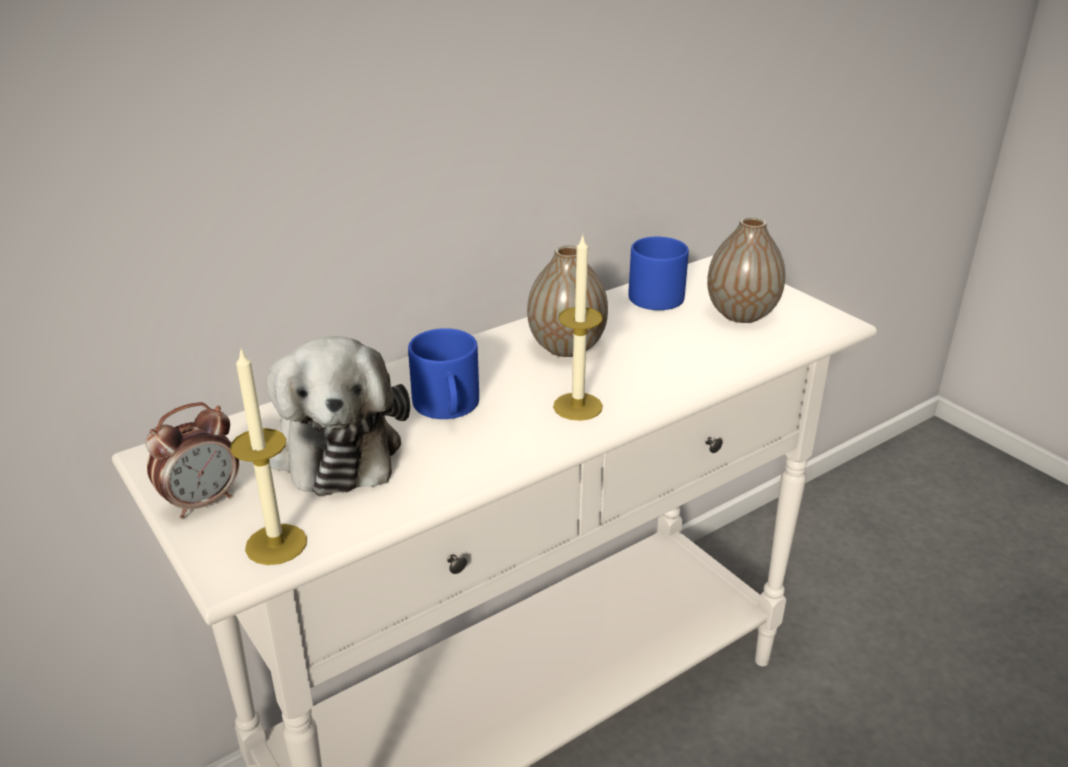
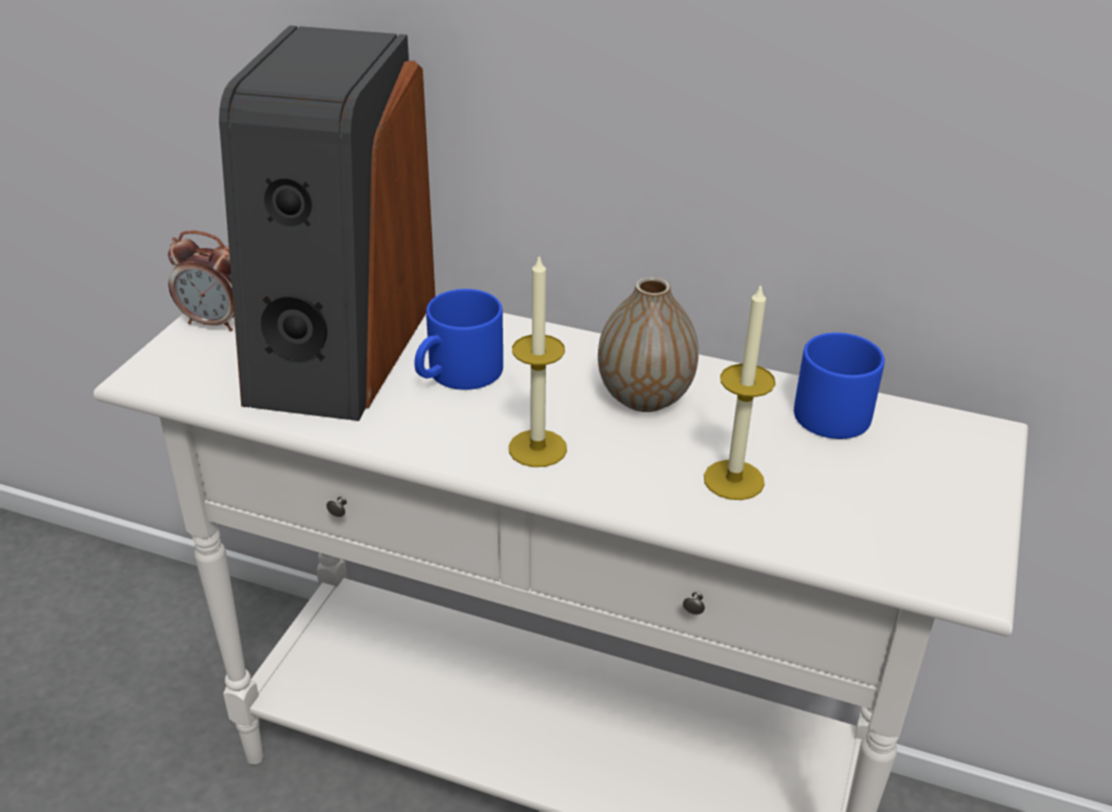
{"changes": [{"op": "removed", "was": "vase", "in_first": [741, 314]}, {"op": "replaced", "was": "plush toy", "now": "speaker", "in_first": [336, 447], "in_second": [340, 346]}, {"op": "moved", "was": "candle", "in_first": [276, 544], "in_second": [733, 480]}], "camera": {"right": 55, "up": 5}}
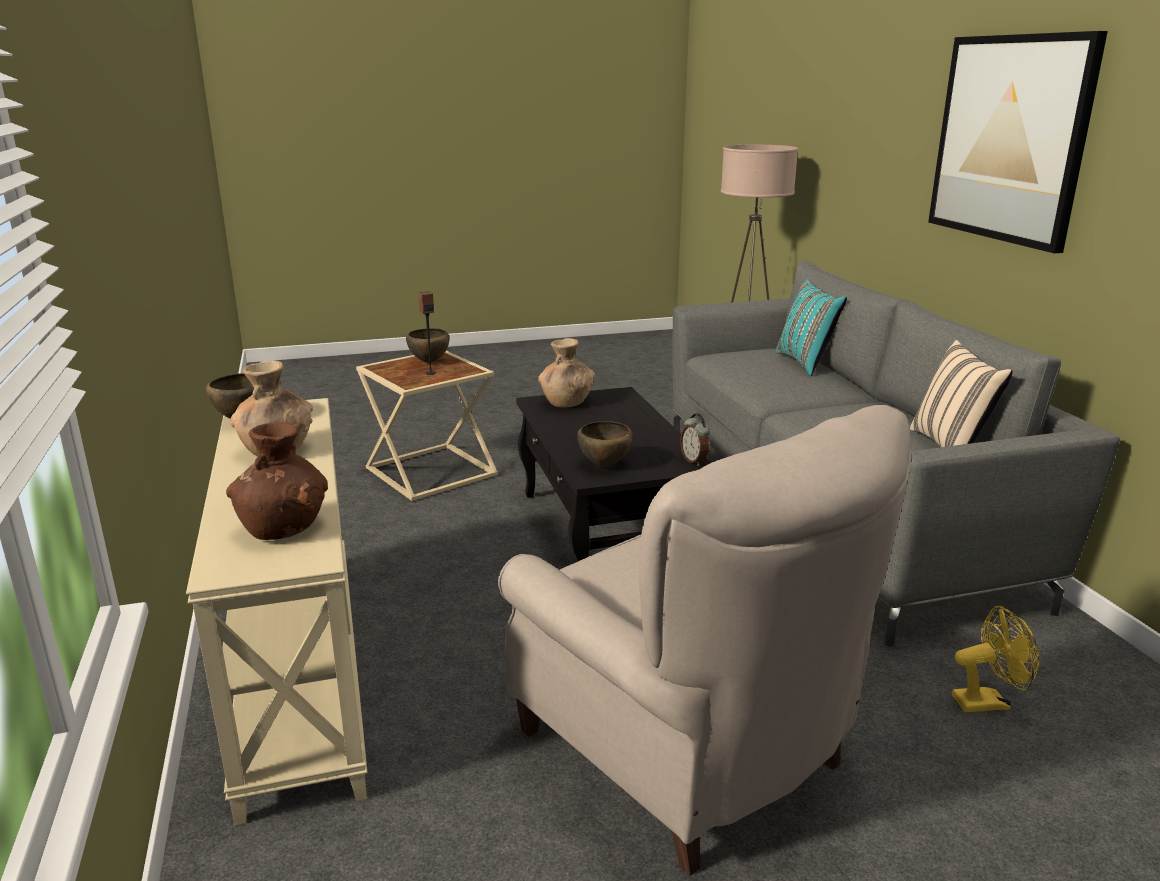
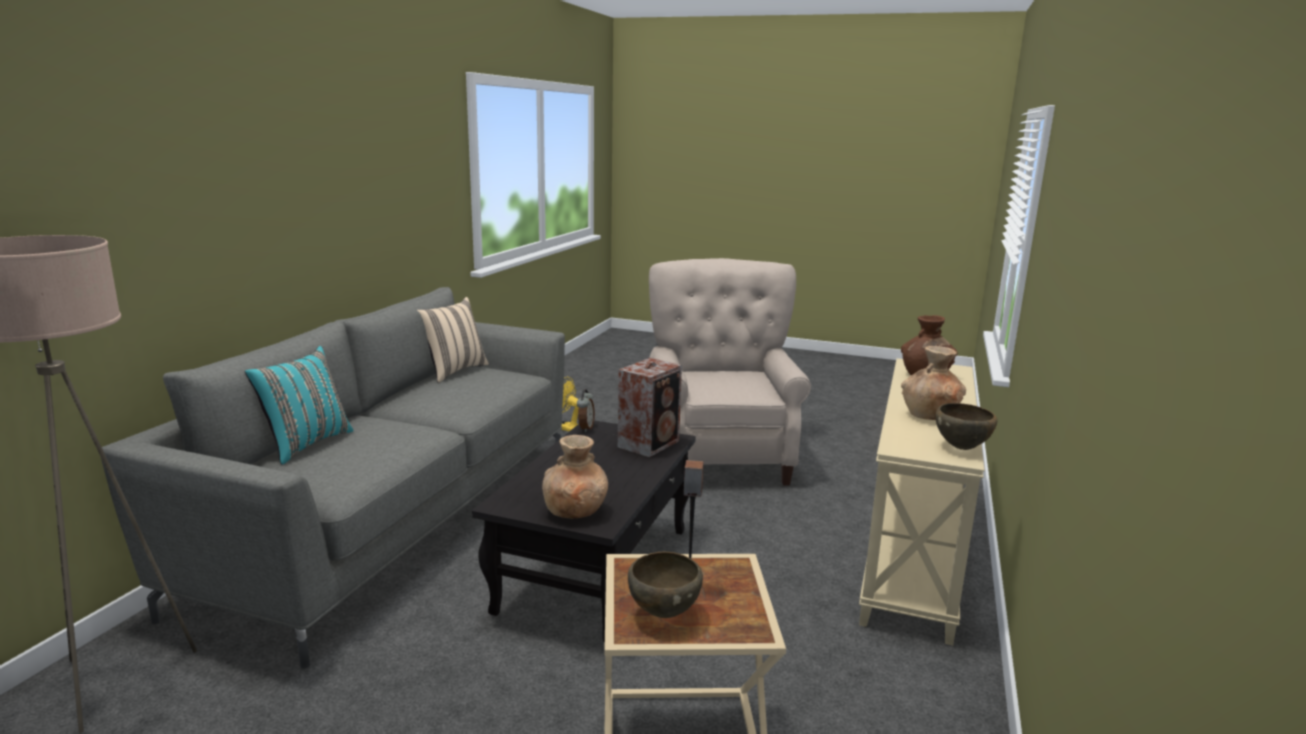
{"changes": [{"op": "removed", "was": "picture", "in_first": [1010, 139]}, {"op": "replaced", "was": "brown bowl", "now": "speaker", "in_first": [605, 465], "in_second": [650, 443]}], "camera": {"right": -145, "up": -5}}
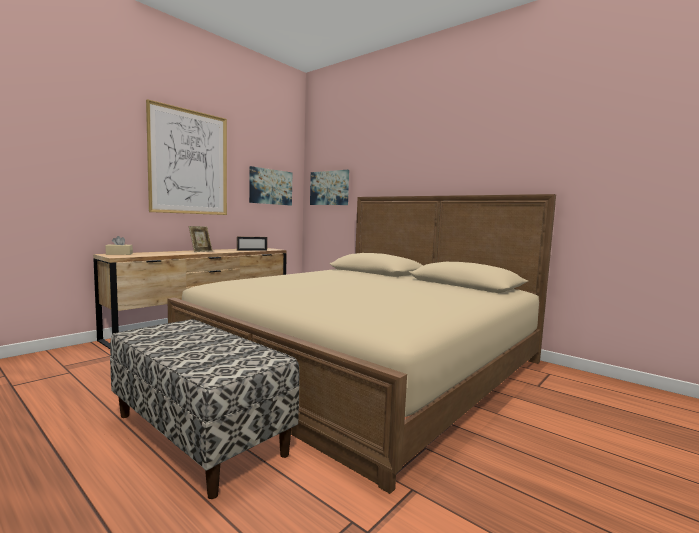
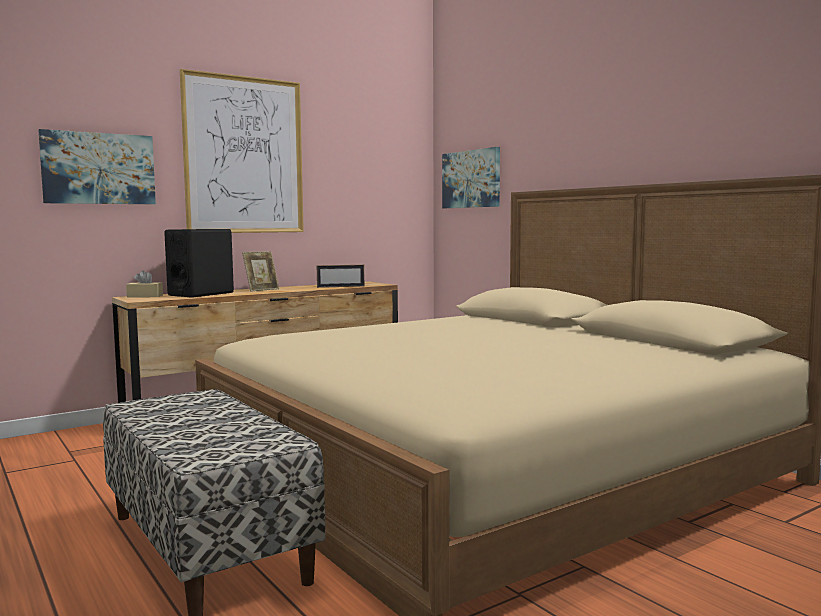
{"changes": [{"op": "moved", "was": "picture", "in_first": [270, 187], "in_second": [99, 168]}, {"op": "added", "now": "black speaker", "in_second": [201, 294]}], "camera": {"right": 15, "up": 0}}
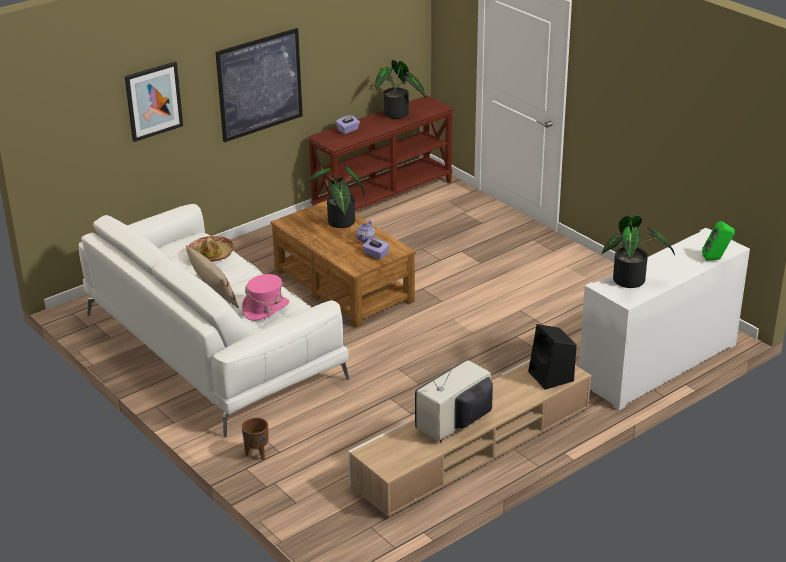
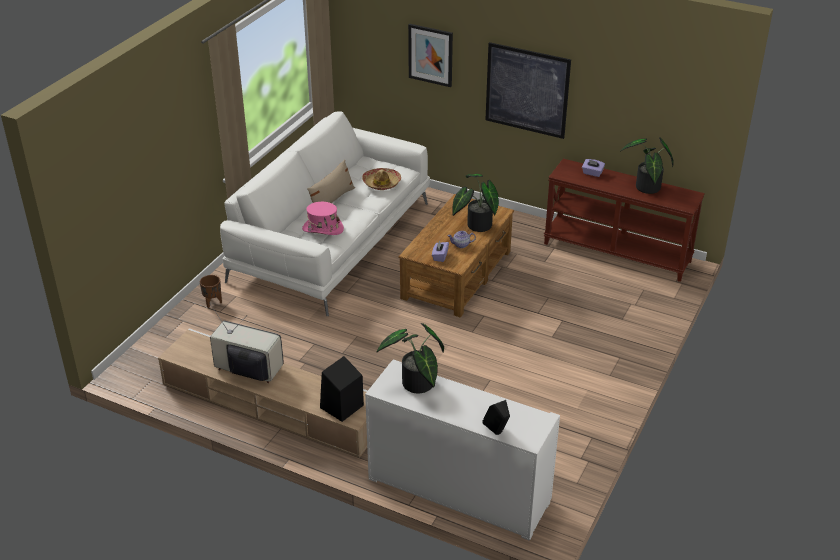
{"changes": [{"op": "recoloured", "was": "green speaker", "now": "black speaker", "in_first": [716, 259], "in_second": [497, 433]}], "camera": {"right": 65, "up": 5}}
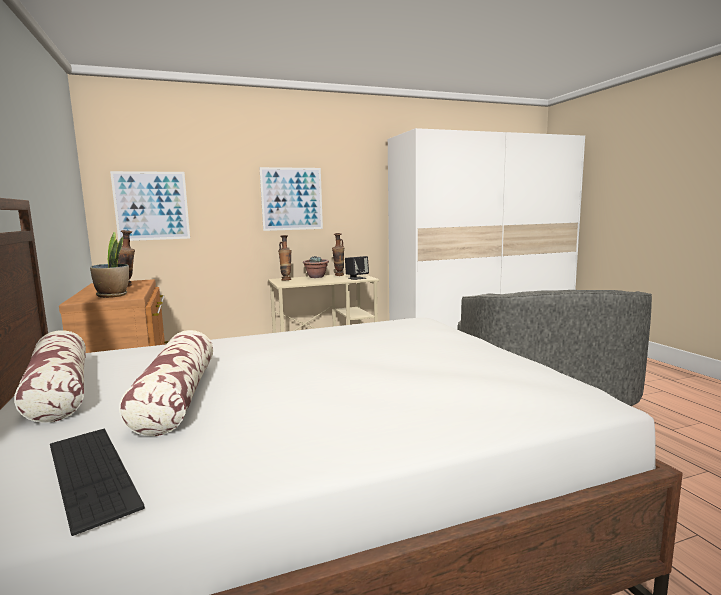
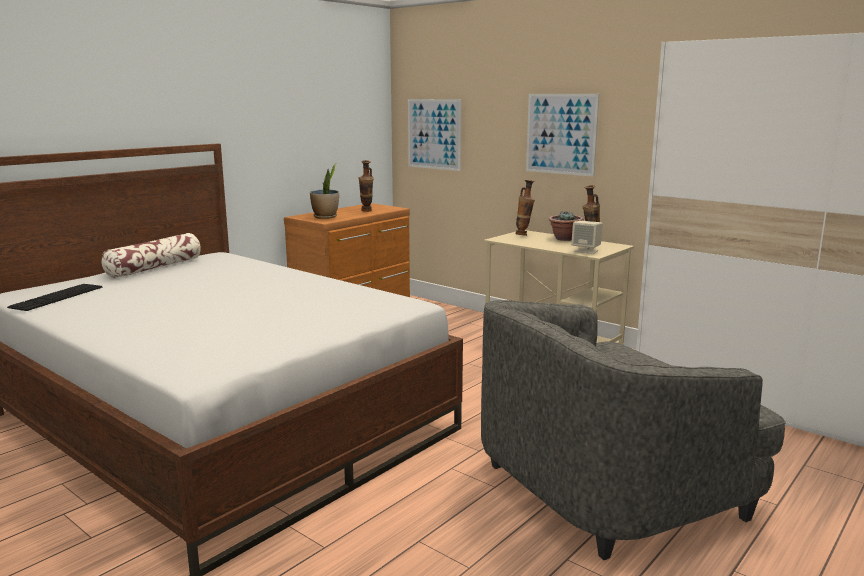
{"changes": [{"op": "recoloured", "was": "black speaker", "now": "beige speaker", "in_first": [357, 278], "in_second": [586, 251]}, {"op": "removed", "was": "pillow", "in_first": [177, 397]}], "camera": {"right": 60, "up": 5}}
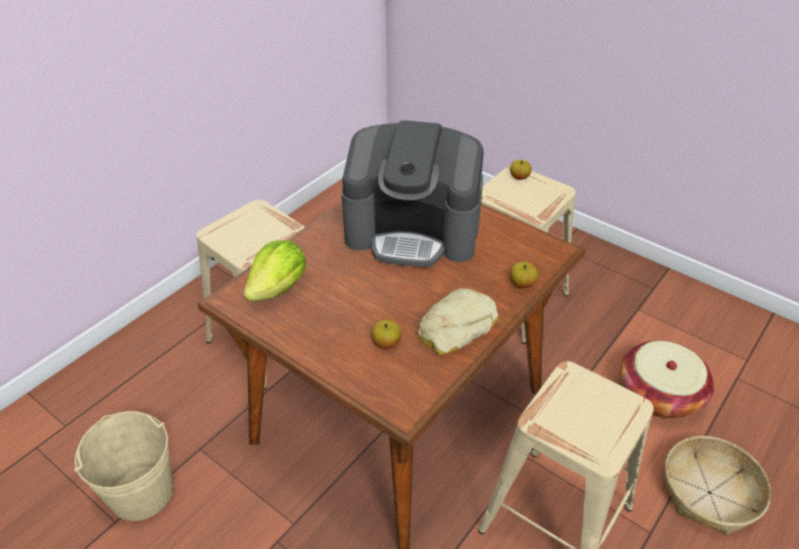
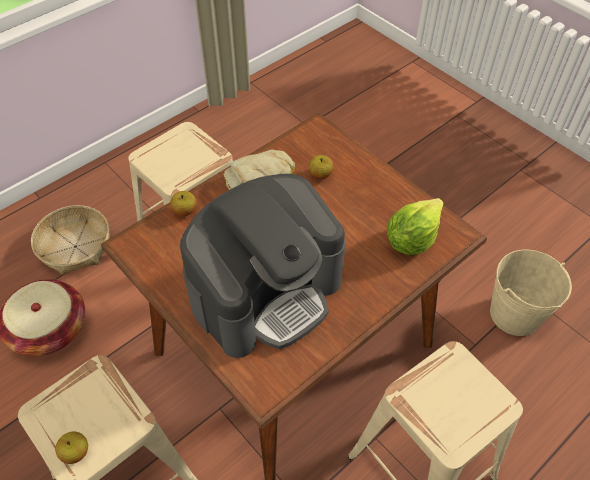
{"changes": [{"op": "turned", "was": "coffee machine", "in_first": [413, 230], "in_second": [266, 292], "clockwise": 120}], "camera": {"right": -170, "up": 10}}
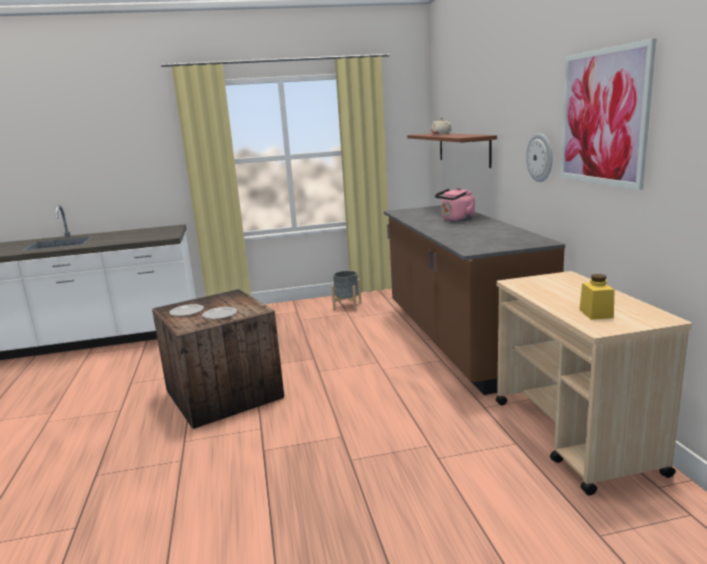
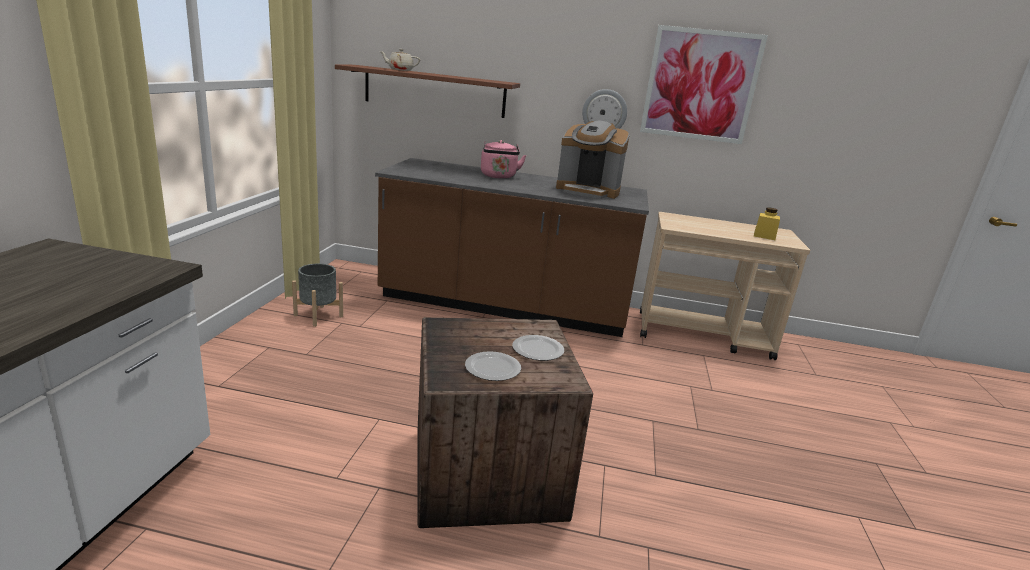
{"changes": [{"op": "added", "now": "coffee machine", "in_second": [588, 191]}], "camera": {"right": -70, "up": 5}}
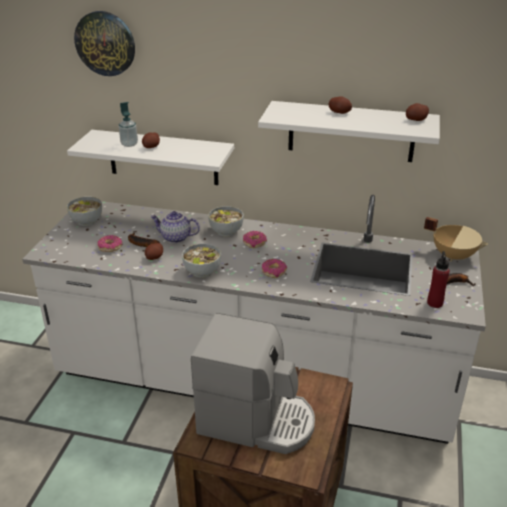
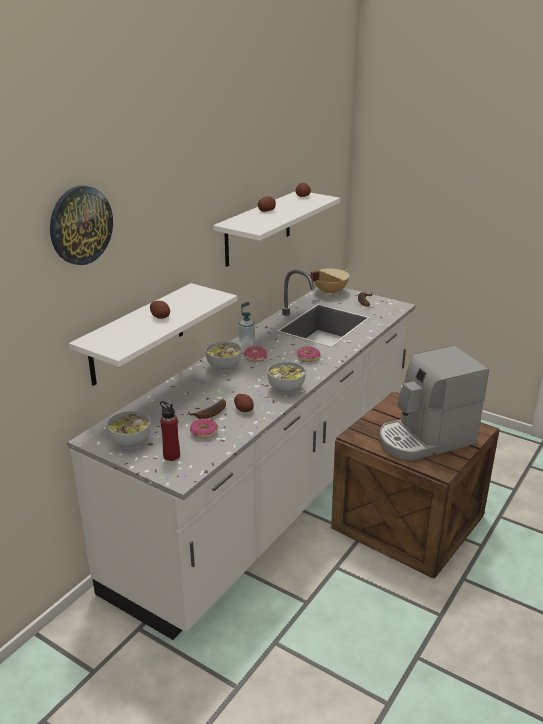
{"changes": [{"op": "moved", "was": "soap dispenser", "in_first": [129, 144], "in_second": [246, 341]}, {"op": "removed", "was": "teapot", "in_first": [175, 238]}, {"op": "moved", "was": "red bottle", "in_first": [435, 303], "in_second": [171, 456]}, {"op": "turned", "was": "coffee machine", "in_first": [256, 421], "in_second": [425, 439], "clockwise": -150}], "camera": {"right": -70, "up": -5}}
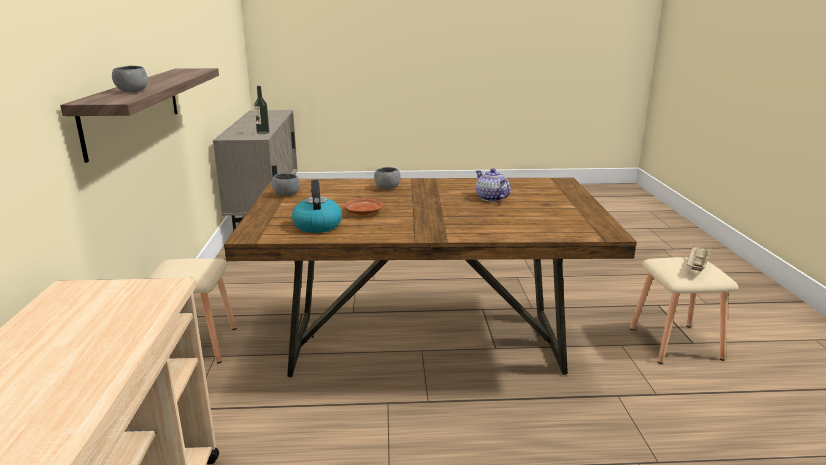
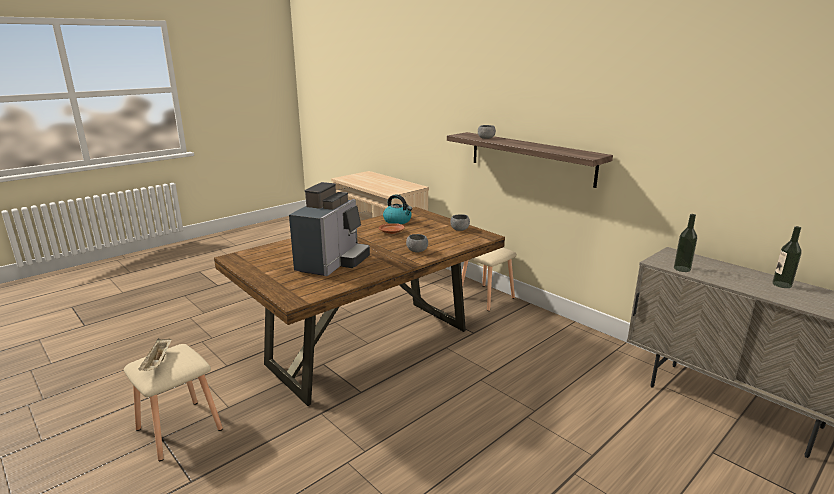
{"changes": [{"op": "replaced", "was": "teapot", "now": "coffee machine", "in_first": [491, 198], "in_second": [332, 263]}, {"op": "added", "now": "bottle", "in_second": [781, 284]}], "camera": {"right": 140, "up": 0}}
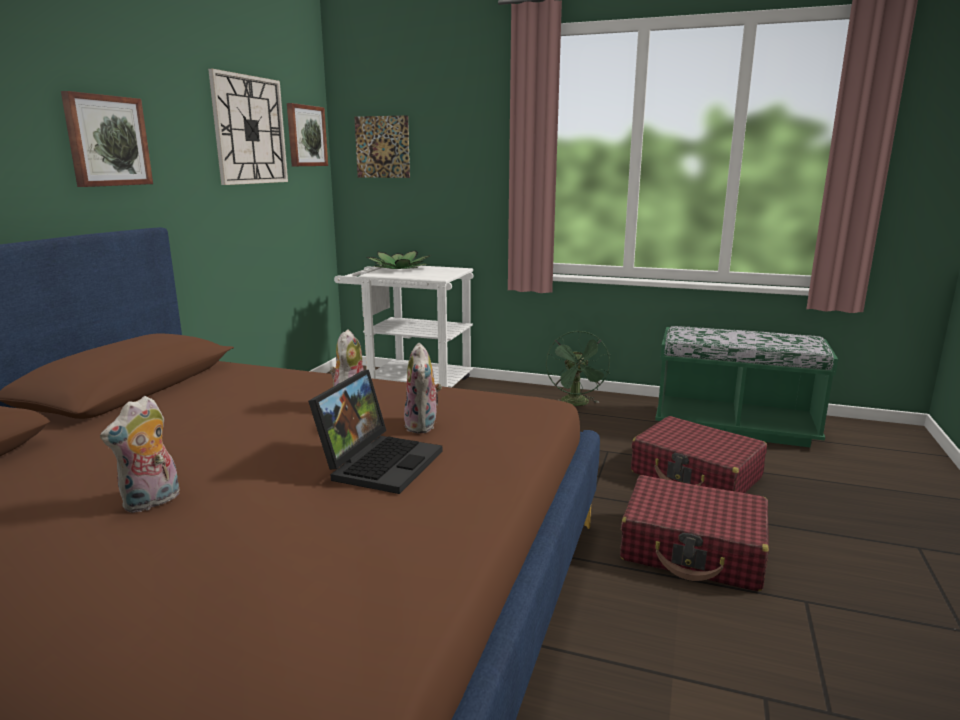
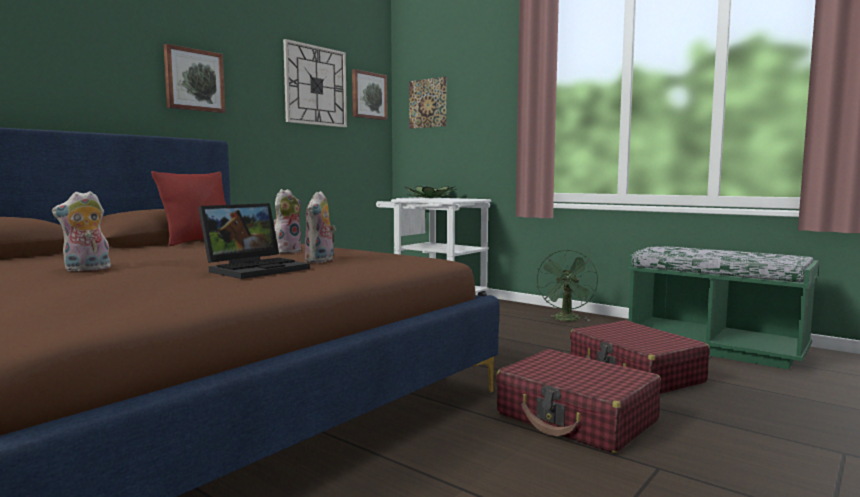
{"changes": [{"op": "added", "now": "red pillow", "in_second": [199, 241]}], "camera": {"right": 20, "up": -10}}
